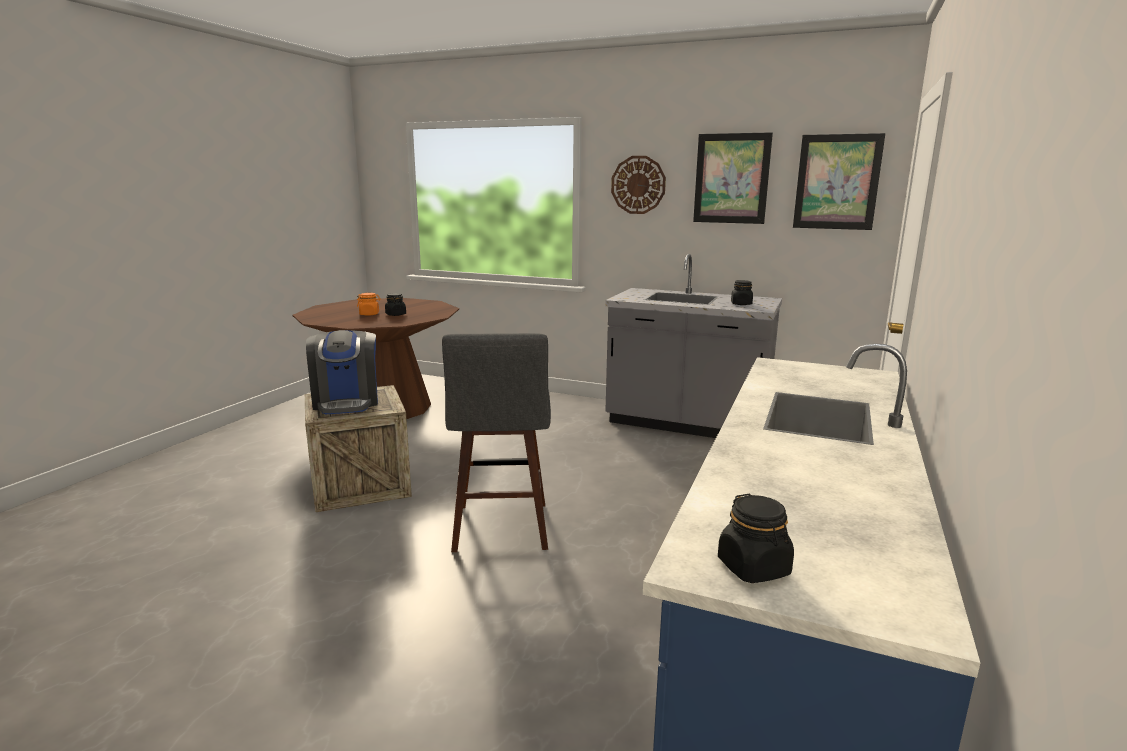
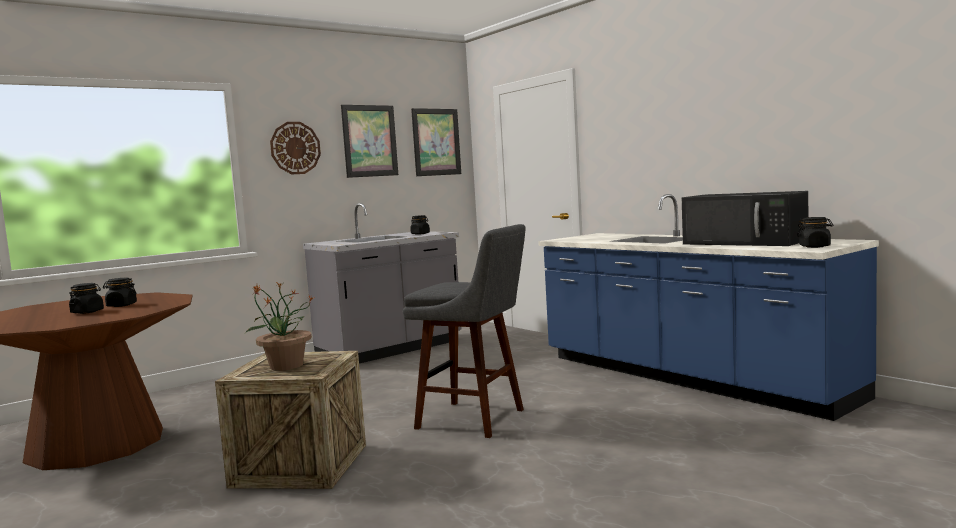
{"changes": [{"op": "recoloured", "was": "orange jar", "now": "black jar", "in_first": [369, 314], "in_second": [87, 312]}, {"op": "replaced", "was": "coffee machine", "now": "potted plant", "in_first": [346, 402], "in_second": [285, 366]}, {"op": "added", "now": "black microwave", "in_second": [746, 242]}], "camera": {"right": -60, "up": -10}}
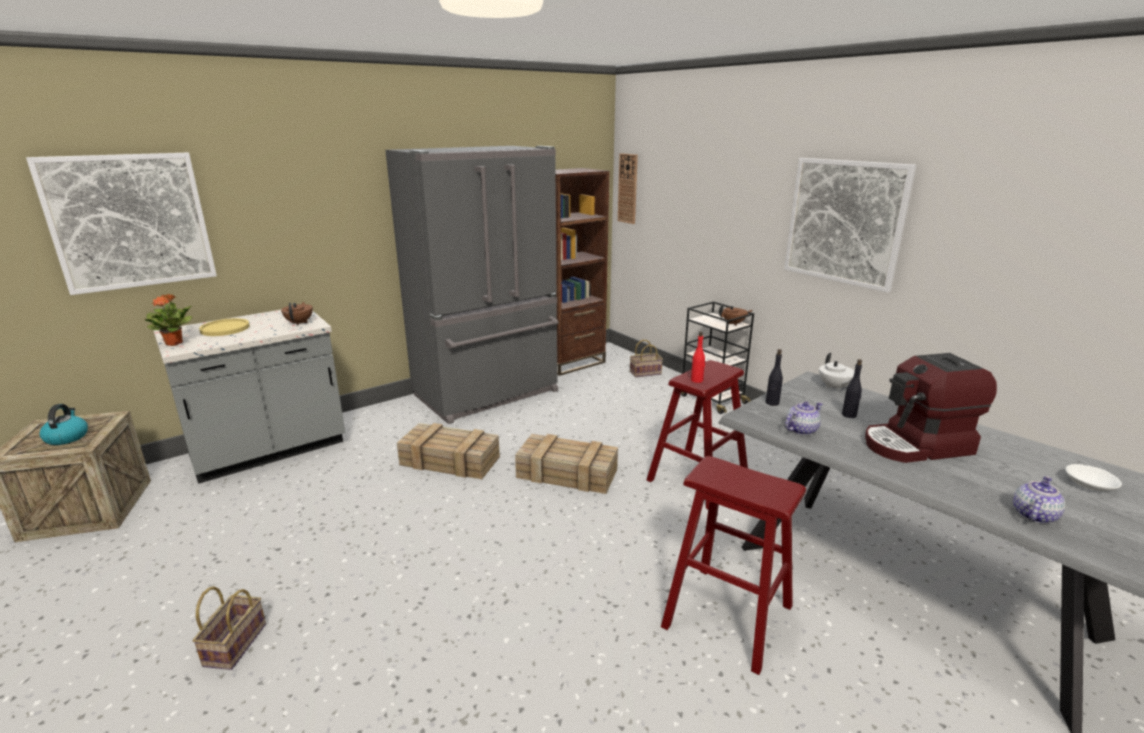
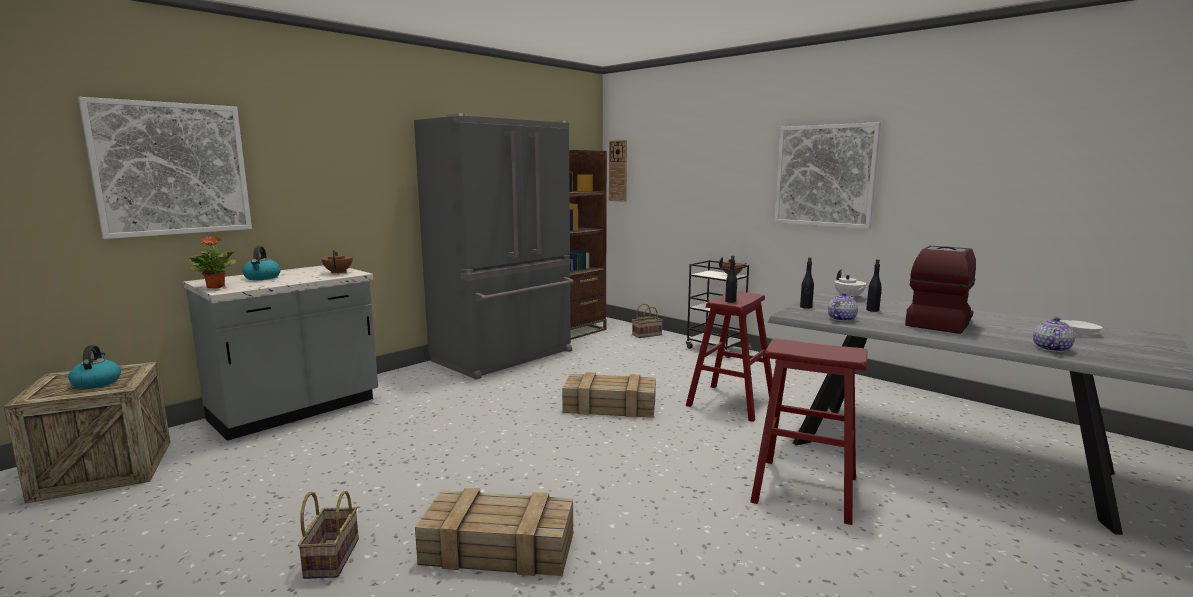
{"changes": [{"op": "replaced", "was": "yellow plate", "now": "kettle", "in_first": [225, 328], "in_second": [262, 278]}, {"op": "recoloured", "was": "red bottle", "now": "black bottle", "in_first": [697, 380], "in_second": [730, 301]}, {"op": "turned", "was": "coffee machine", "in_first": [917, 446], "in_second": [938, 322], "clockwise": 150}, {"op": "moved", "was": "crate", "in_first": [451, 461], "in_second": [501, 548]}], "camera": {"right": -10, "up": -10}}
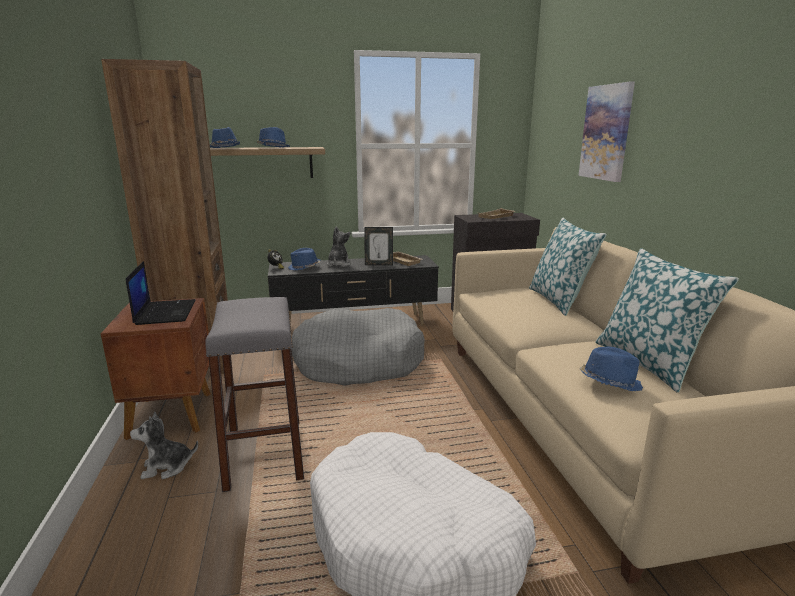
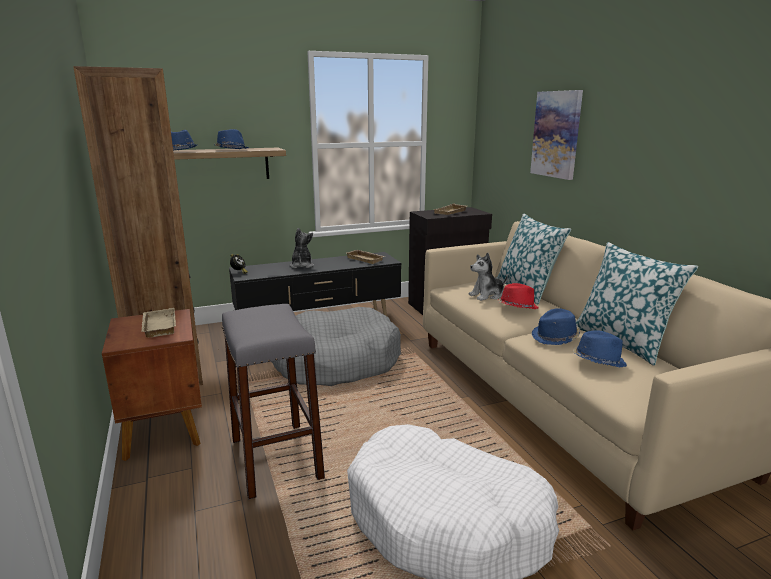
{"changes": [{"op": "removed", "was": "picture frame", "in_first": [379, 264]}, {"op": "moved", "was": "blue hat", "in_first": [304, 267], "in_second": [555, 337]}, {"op": "replaced", "was": "laptop", "now": "beige tray", "in_first": [165, 312], "in_second": [158, 326]}, {"op": "moved", "was": "plush toy", "in_first": [166, 467], "in_second": [487, 295]}, {"op": "added", "now": "red hat", "in_second": [517, 307]}], "camera": {"right": -10, "up": 0}}
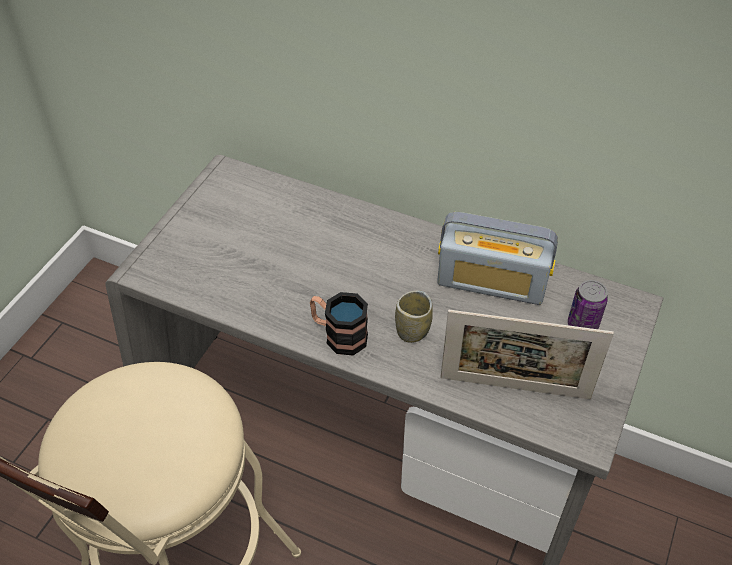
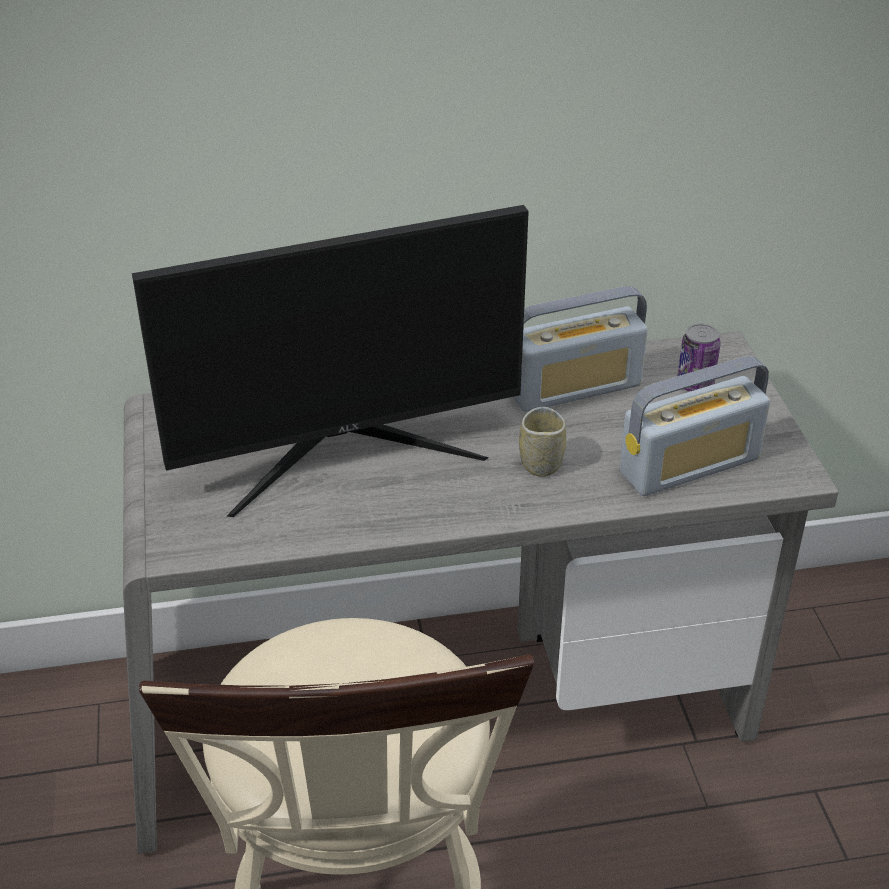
{"changes": [{"op": "removed", "was": "mug", "in_first": [338, 335]}, {"op": "replaced", "was": "picture frame", "now": "radio", "in_first": [514, 387], "in_second": [689, 465]}, {"op": "added", "now": "monitor", "in_second": [345, 451]}], "camera": {"right": -35, "up": -10}}
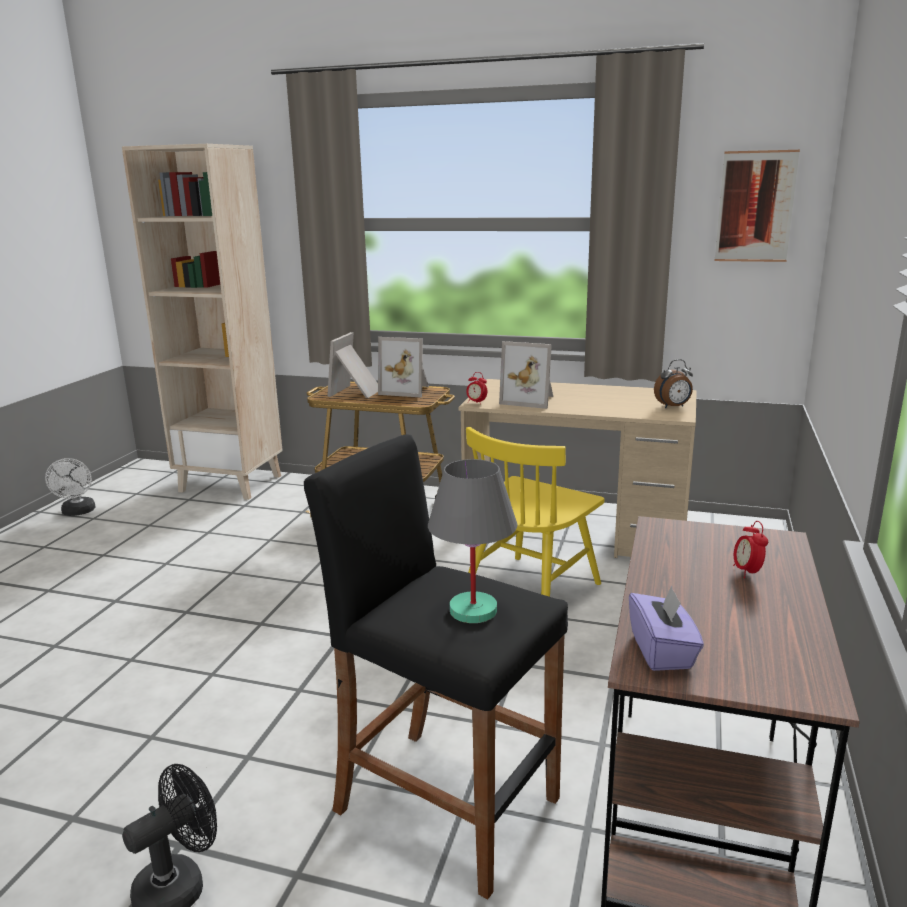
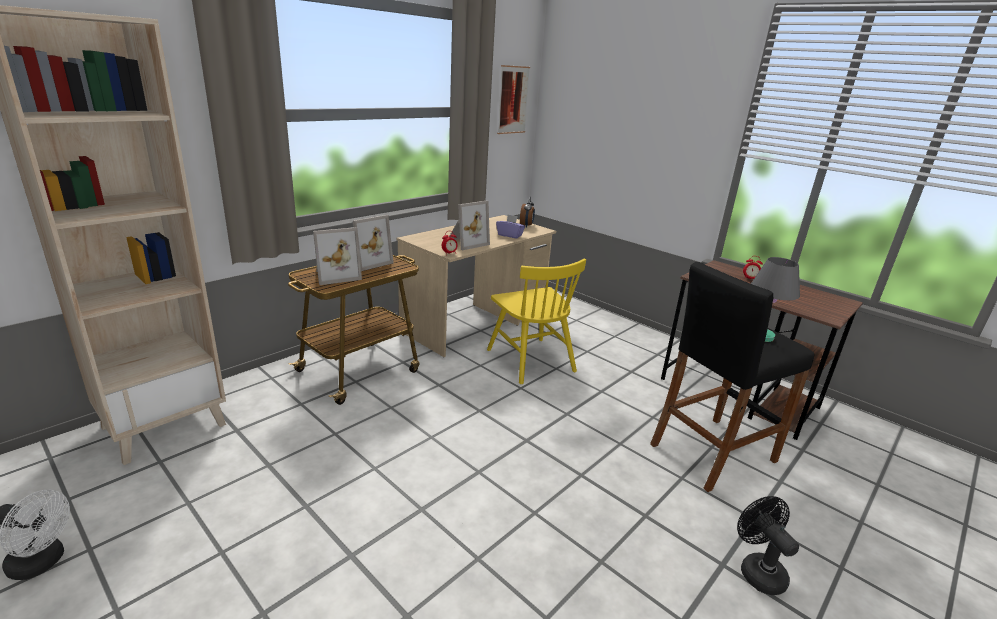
{"changes": [{"op": "turned", "was": "picture frame", "in_first": [357, 392], "in_second": [336, 275], "clockwise": -75}, {"op": "moved", "was": "purple tissue box", "in_first": [662, 651], "in_second": [510, 235]}], "camera": {"right": -65, "up": 5}}
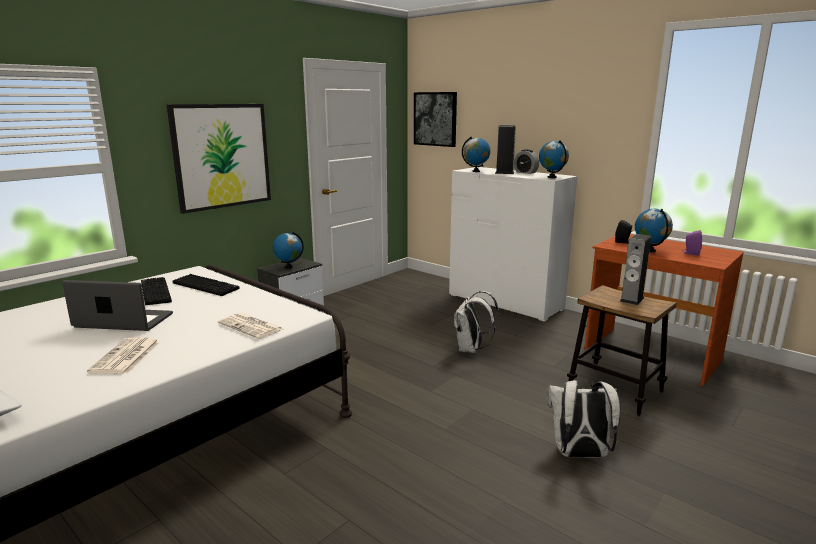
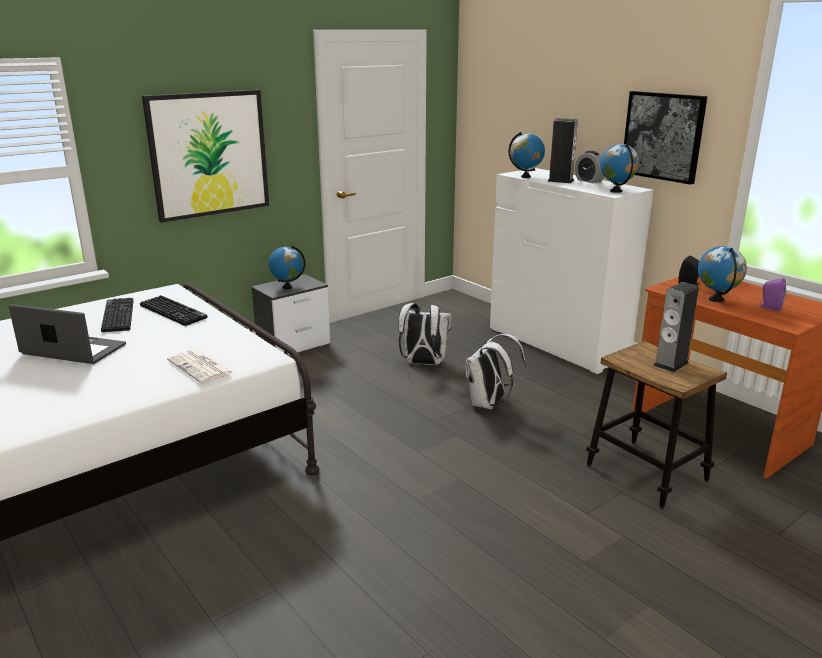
{"changes": [{"op": "moved", "was": "picture", "in_first": [435, 119], "in_second": [663, 136]}, {"op": "removed", "was": "newspaper", "in_first": [126, 357]}, {"op": "moved", "was": "white backpack", "in_first": [579, 454], "in_second": [423, 363]}], "camera": {"right": 10, "up": 5}}
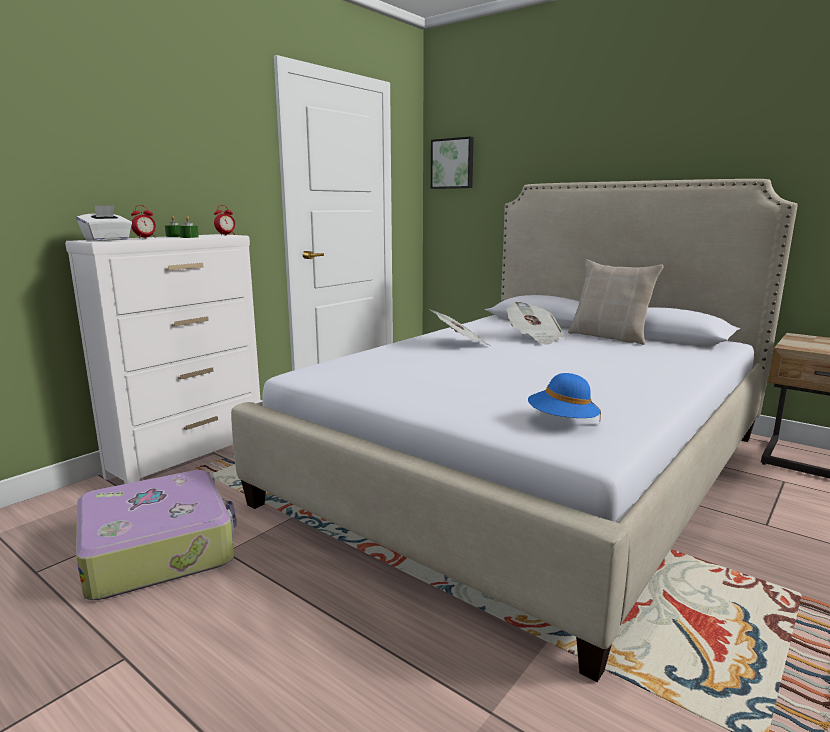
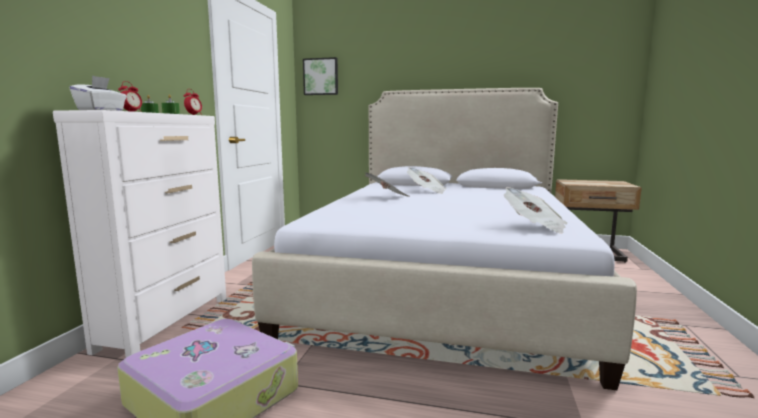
{"changes": [{"op": "removed", "was": "beige pillow", "in_first": [610, 337]}, {"op": "replaced", "was": "blue hat", "now": "newspaper", "in_first": [562, 422], "in_second": [534, 227]}], "camera": {"right": -25, "up": -5}}
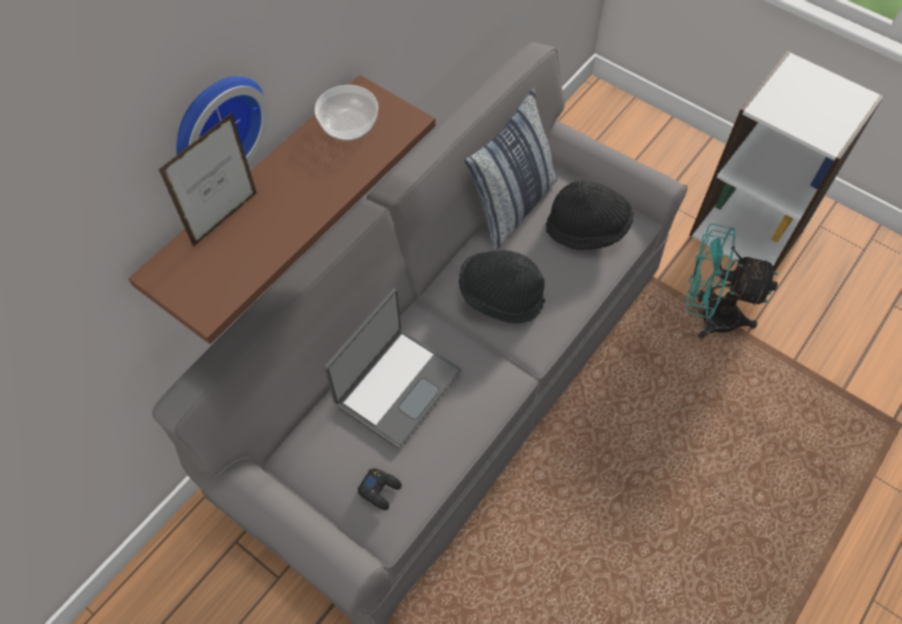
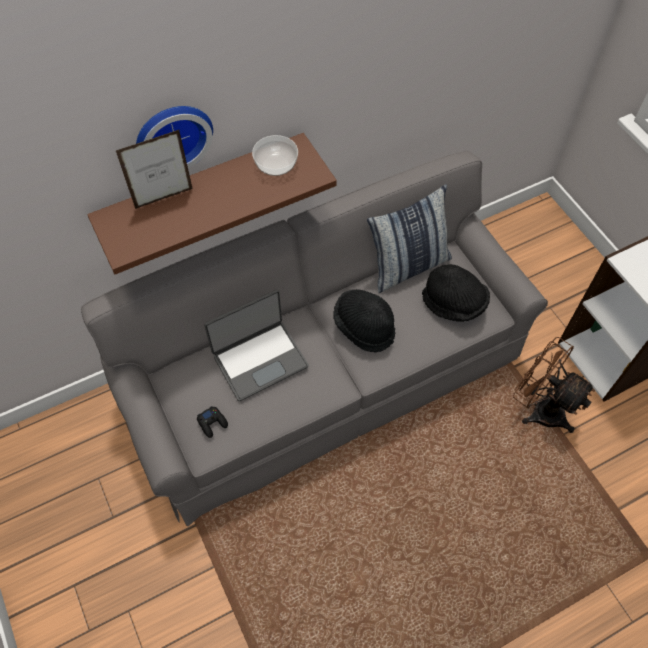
{"changes": [{"op": "recoloured", "was": "turquoise fan", "now": "brown fan", "in_first": [709, 315], "in_second": [540, 408]}], "camera": {"right": 25, "up": 0}}
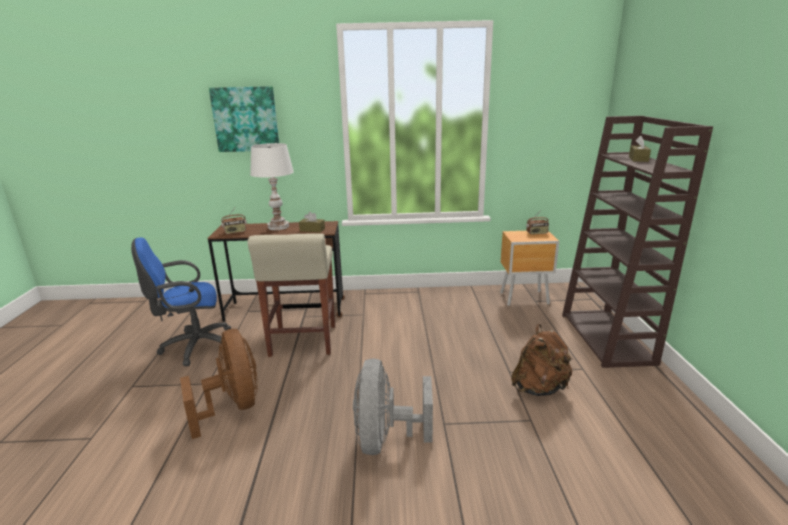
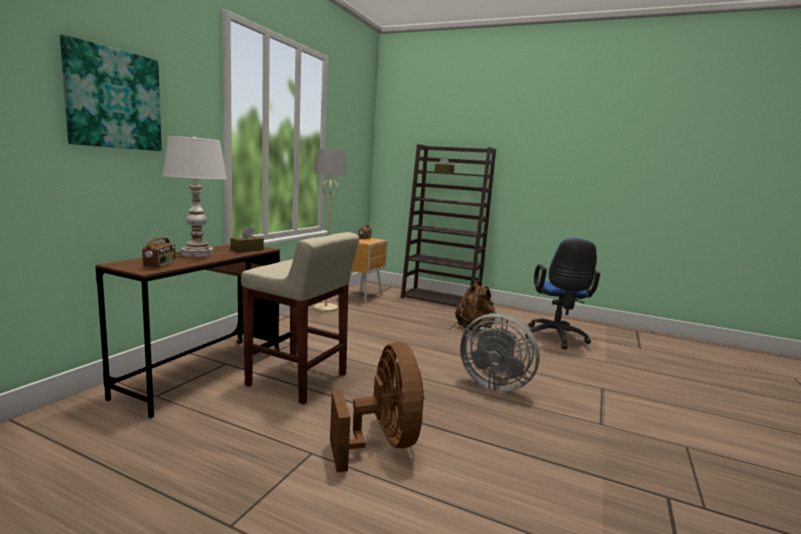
{"changes": [{"op": "moved", "was": "blue office chair", "in_first": [194, 347], "in_second": [556, 338]}, {"op": "turned", "was": "brown fan", "in_first": [233, 406], "in_second": [383, 443], "clockwise": 75}, {"op": "added", "now": "beige floor lamp", "in_second": [326, 308]}], "camera": {"right": -65, "up": -10}}
